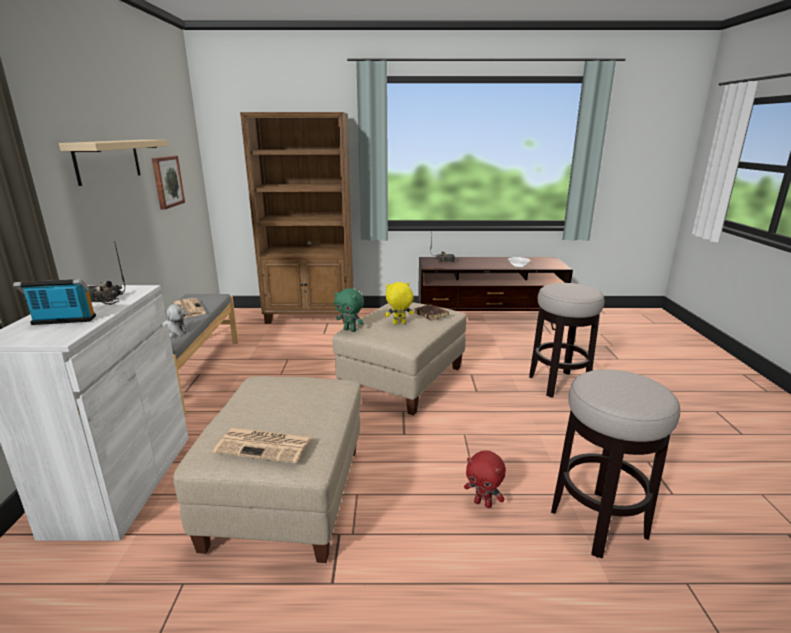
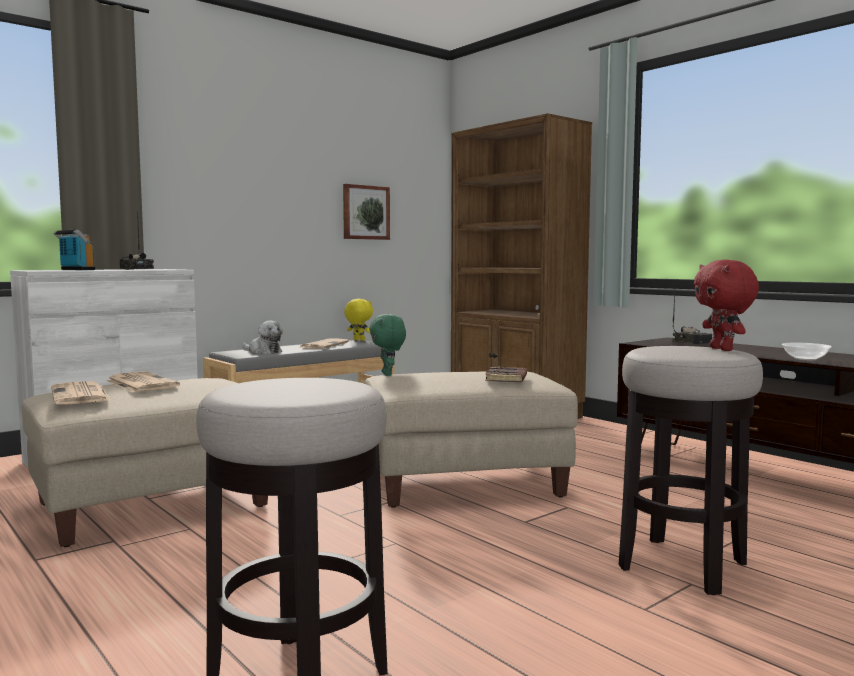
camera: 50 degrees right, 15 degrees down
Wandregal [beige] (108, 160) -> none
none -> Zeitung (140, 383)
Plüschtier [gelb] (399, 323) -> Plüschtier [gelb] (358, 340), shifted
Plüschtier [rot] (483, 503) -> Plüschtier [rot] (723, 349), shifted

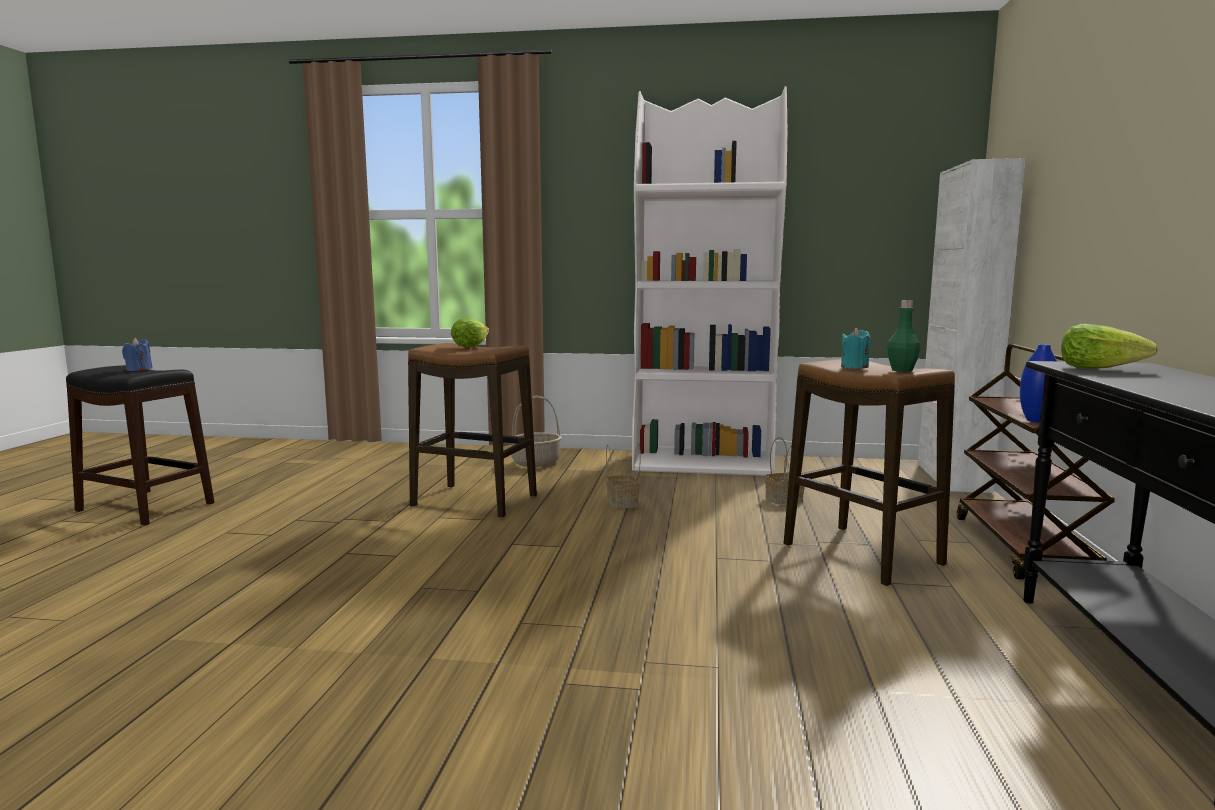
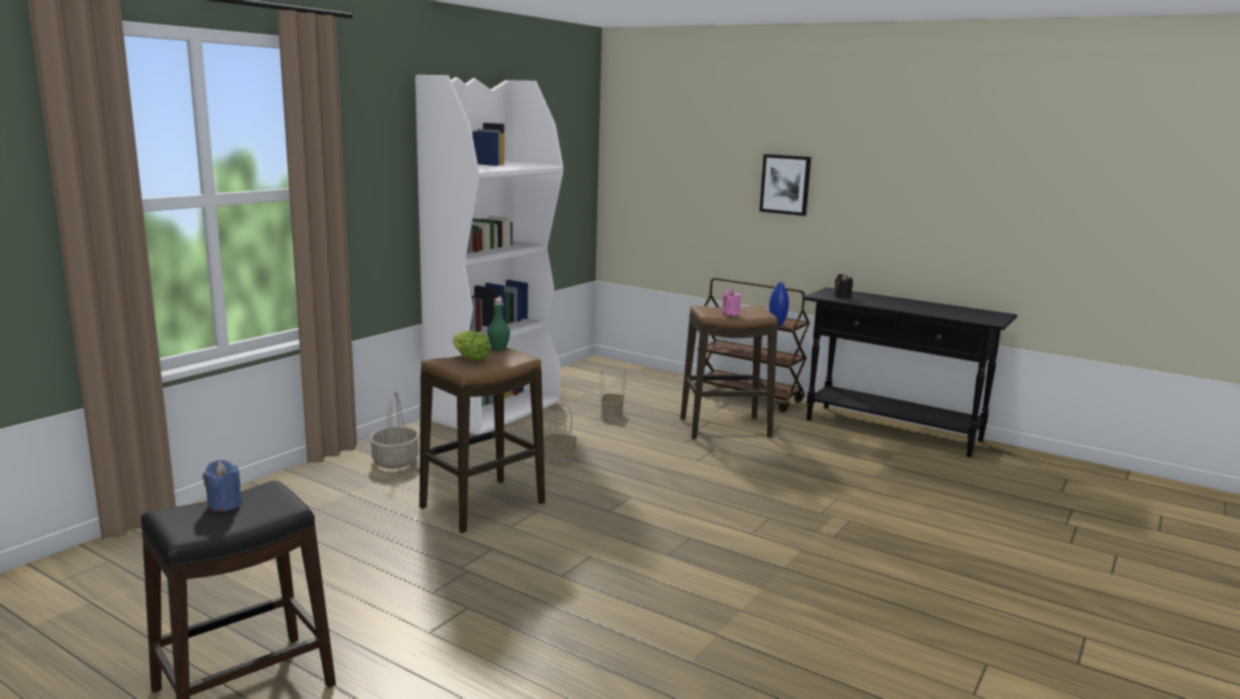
camera: 65 degrees left, 5 degrees up
Schrank [weiß] (952, 478) -> none
none -> Bild (785, 184)
Flasche [grün] (901, 370) -> Flasche [grün] (498, 348), shifted
Salatkopf (1100, 368) -> Kerze [schwarz] (842, 297)
Kerze [türkis] (854, 367) -> Kerze [rosa] (730, 314)

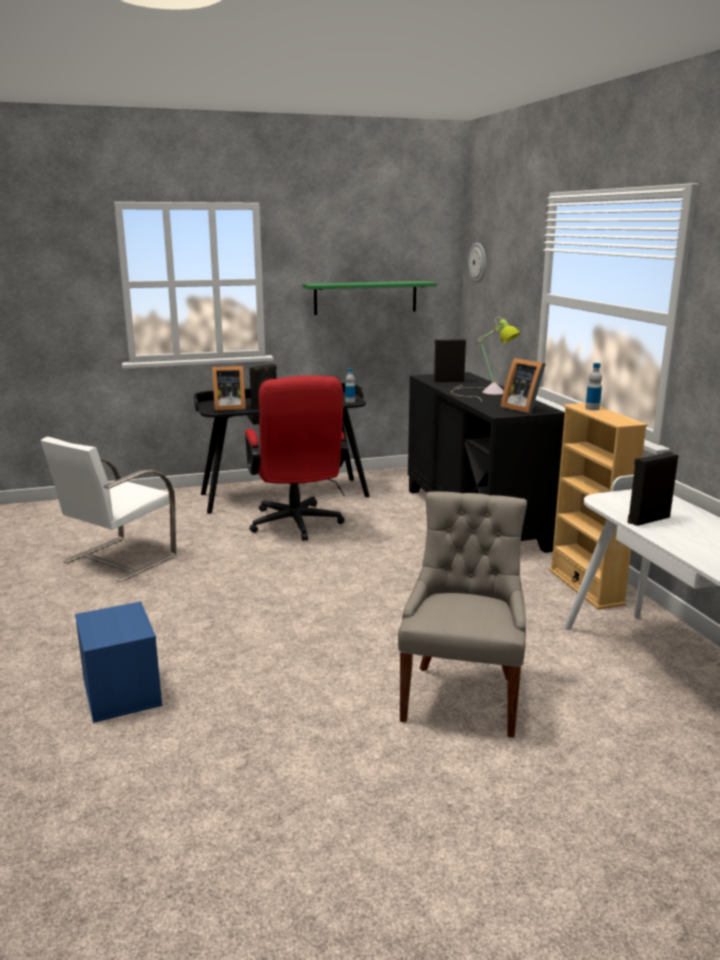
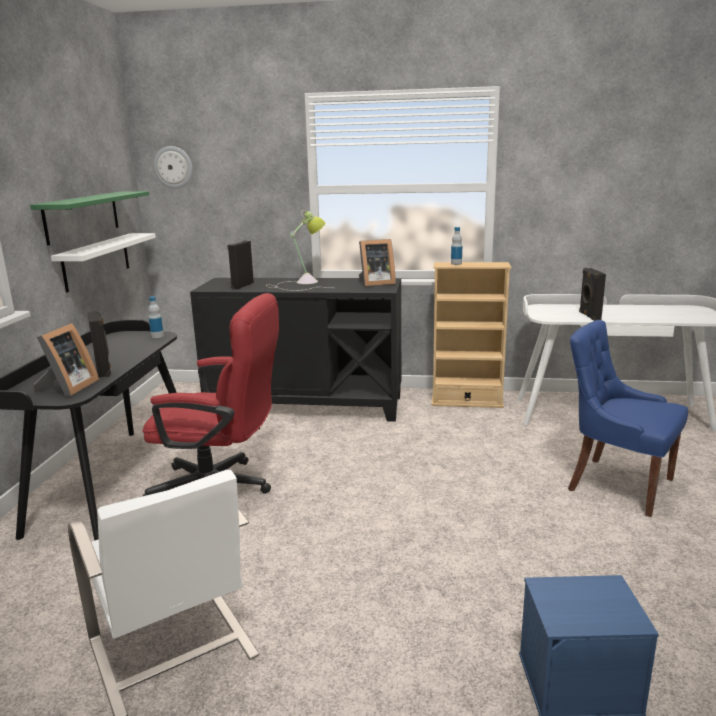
camera: 65 degrees left, 0 degrees up
none -> Wandregal [weiß] (97, 261)
Stuhl [grau] (462, 697) -> Stuhl [blau] (617, 484)

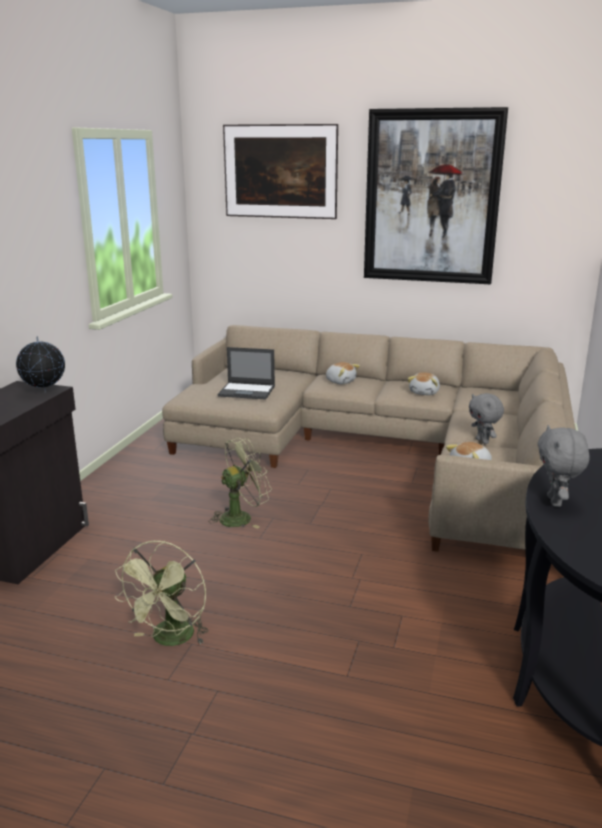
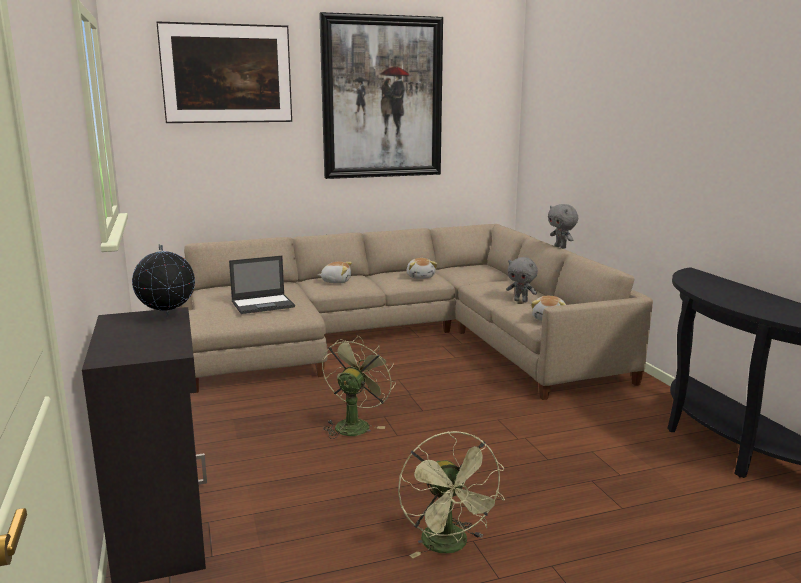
camera: 35 degrees left, 5 degrees down
Plüschtier [grau] (556, 502) -> Plüschtier [grau] (561, 247), shifted

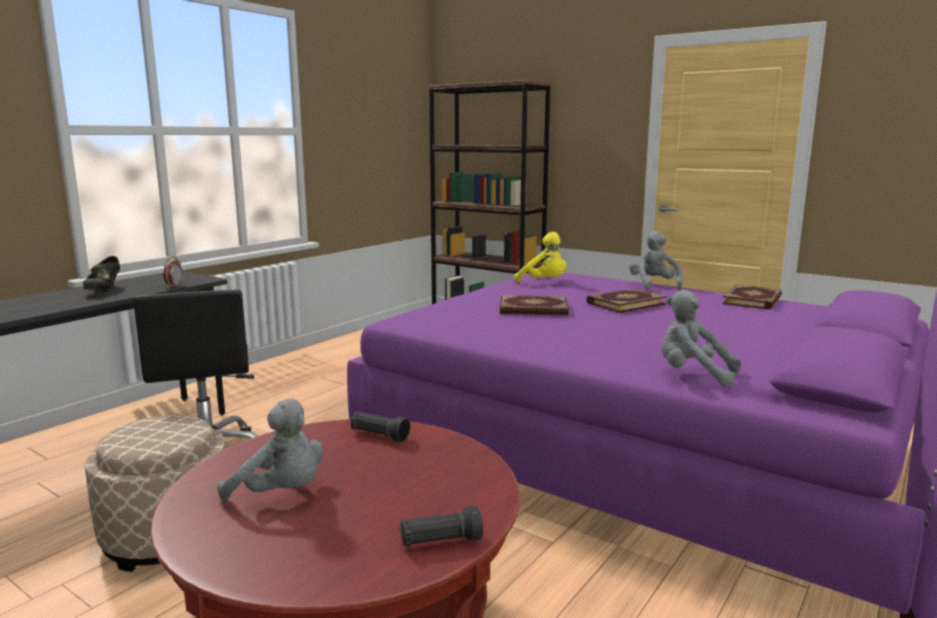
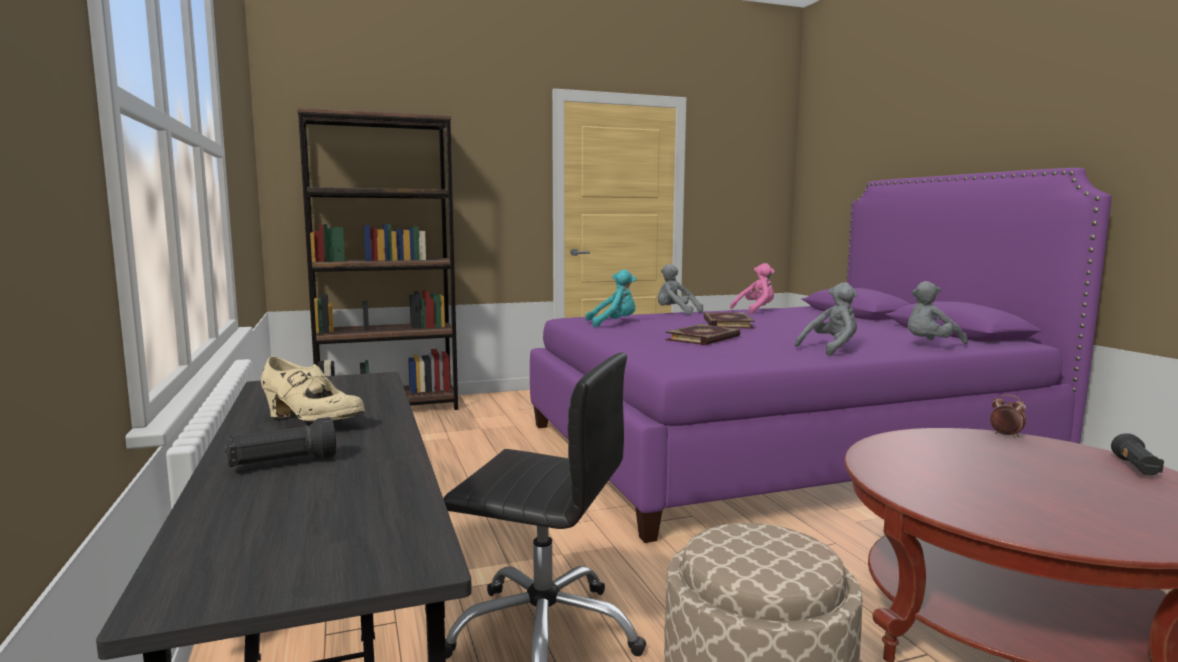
camera: 55 degrees left, 5 degrees down
Wecker (174, 286) -> Wecker (1006, 435), shifted
Plüschtier [grau] (281, 493) -> Plüschtier [grau] (831, 349), shifted
Taschenlampe [schwarz] (379, 436) -> Taschenlampe [schwarz] (282, 463), shifted
Buch (753, 300) -> Plüschtier [rosa] (756, 310)
Schuh [schwarz] (104, 291) -> Schuh [beige] (312, 422)
Plüschtier [gelb] (544, 283) -> Plüschtier [türkis] (614, 324)

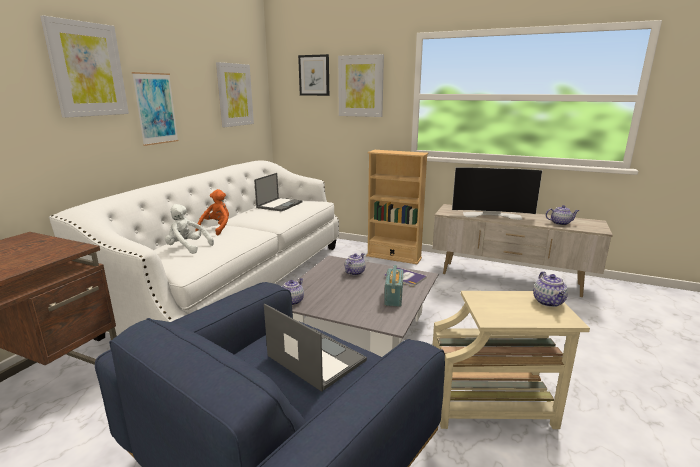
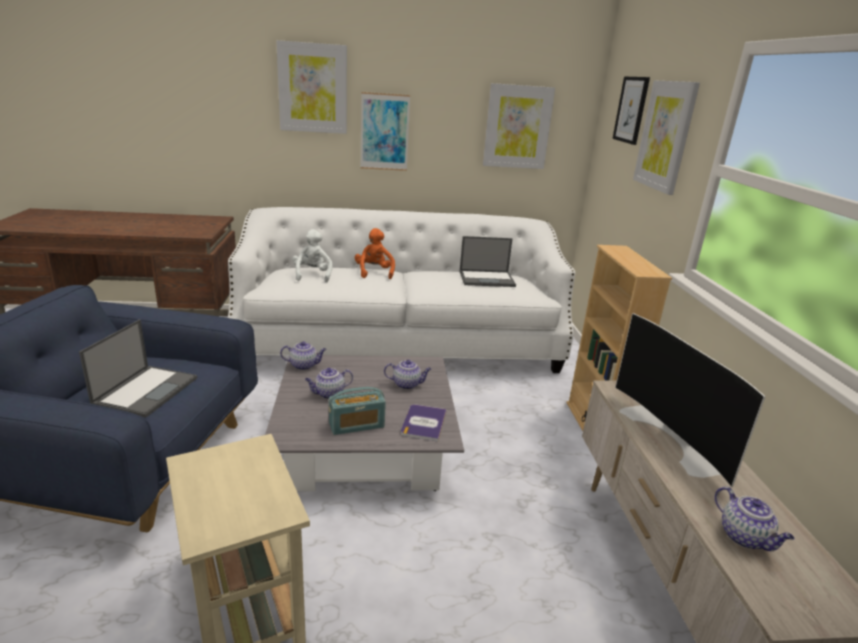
camera: 60 degrees right, 5 degrees up
Teekanne (549, 302) -> Teekanne (329, 394), shifted
Plüschtier [orange] (217, 229) -> Plüschtier [orange] (374, 272), 90 degrees counterclockwise

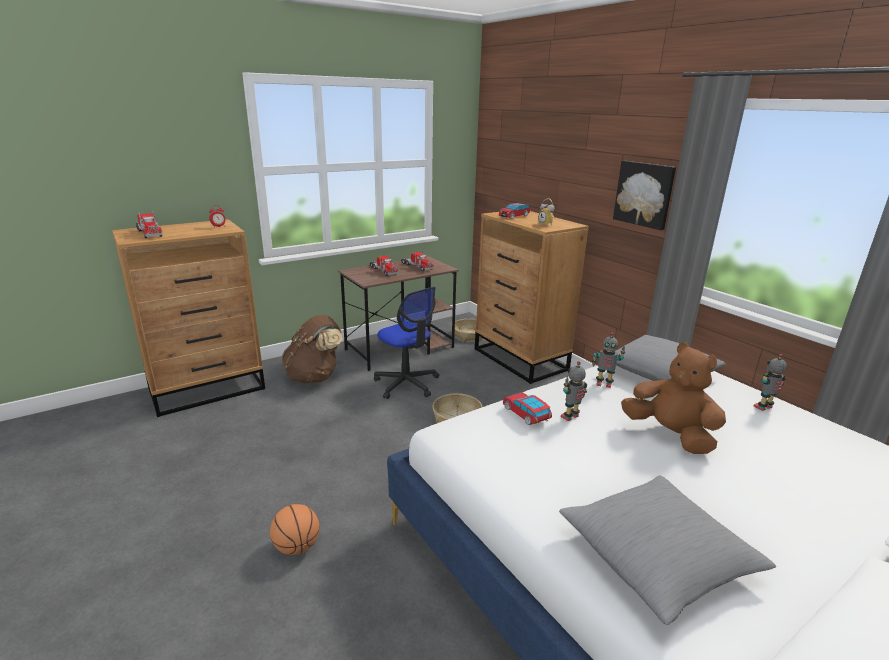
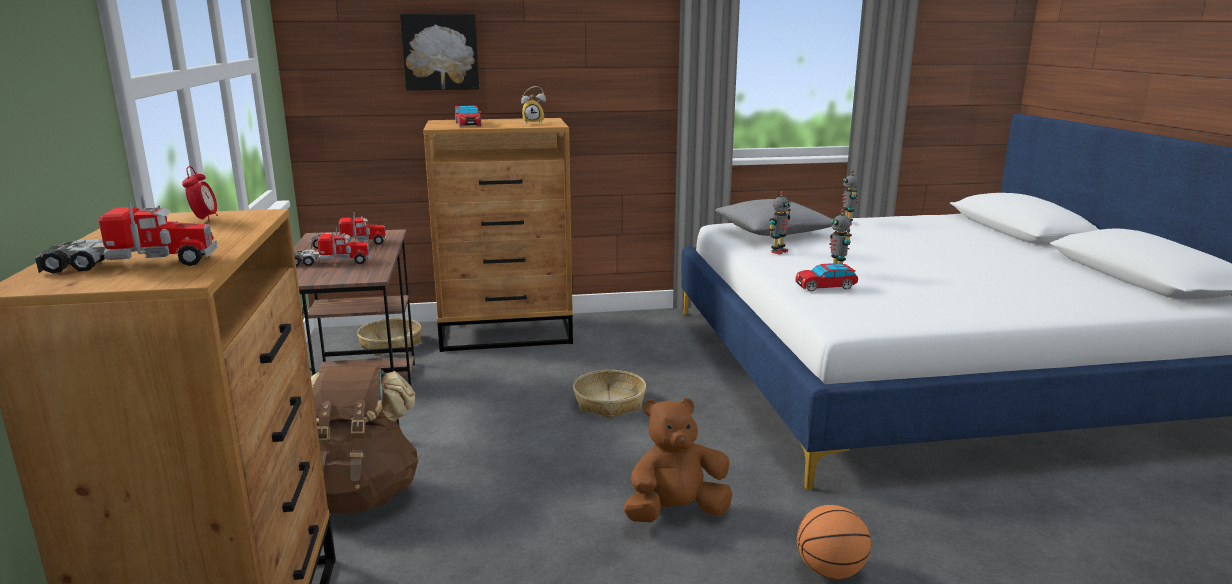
camera: 65 degrees left, 5 degrees down
Bürostuhl (407, 384) -> none
Kissen [grau] (657, 556) -> none
Bild (644, 194) -> Bild (440, 52), shifted
Plüschtier [braun] (670, 435) -> Plüschtier [braun] (676, 512), shifted

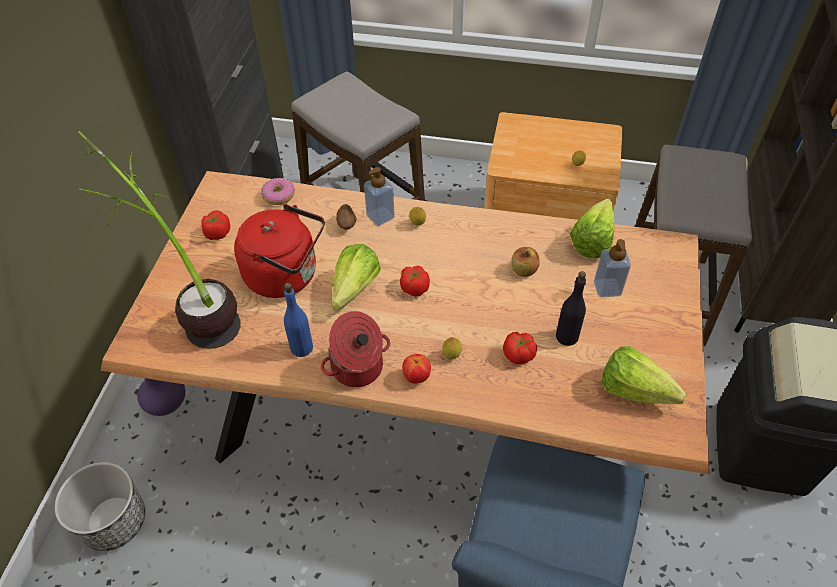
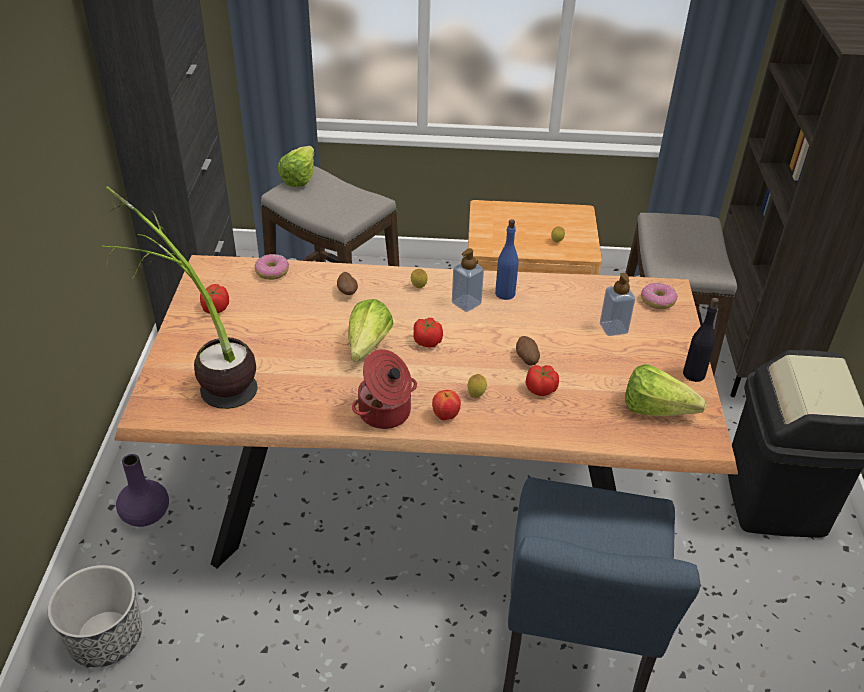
camera: 10 degrees left, 10 degrees down
Wasserkessel [rot] (286, 275) -> none
Apfel (524, 270) -> none
none -> Kartoffel (526, 359)
none -> Donut (658, 301)
Flasche [blau] (301, 347) -> Flasche [blau] (505, 293), shifted
Seifenspender (380, 216) -> Seifenspender (466, 303), shifted
Flasche [schwarz] (567, 336) -> Flasche [schwarz] (694, 374), shifted
Salatkopf (595, 238) -> Salatkopf (302, 176), shifted

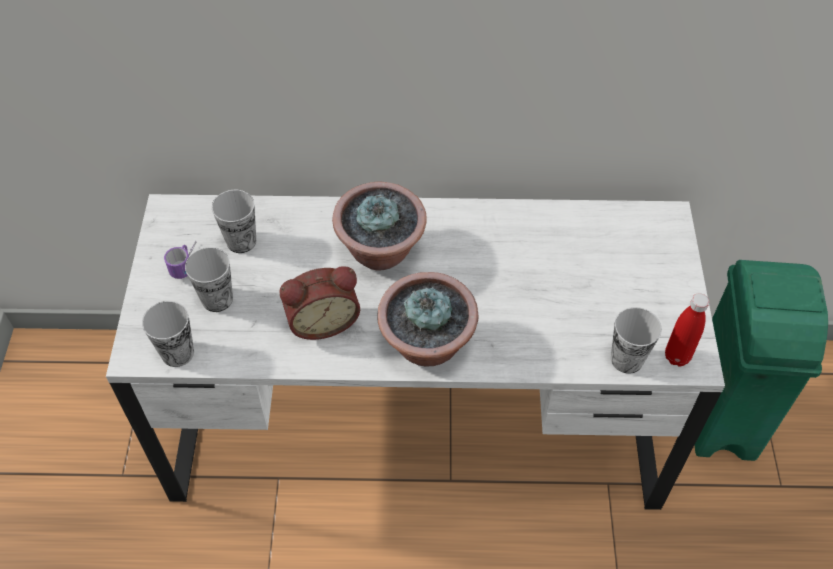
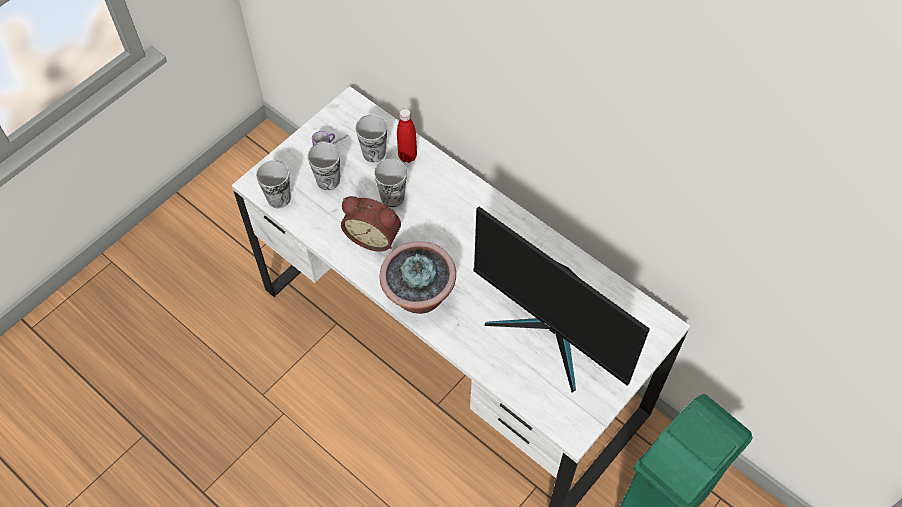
camera: 40 degrees right, 5 degrees up
Topfpflanze (381, 252) -> none
none -> Monitor (550, 334)
Tasse (626, 359) -> Tasse (392, 197), shifted
Flasche [rot] (677, 357) -> Flasche [rot] (407, 156), shifted

